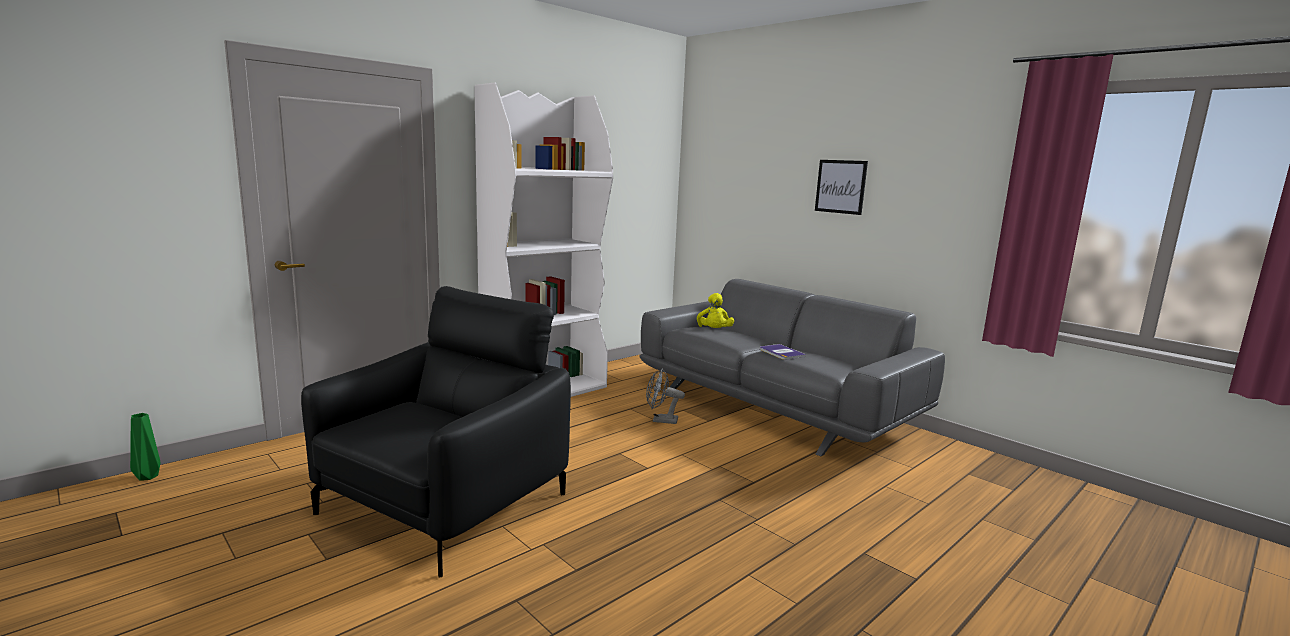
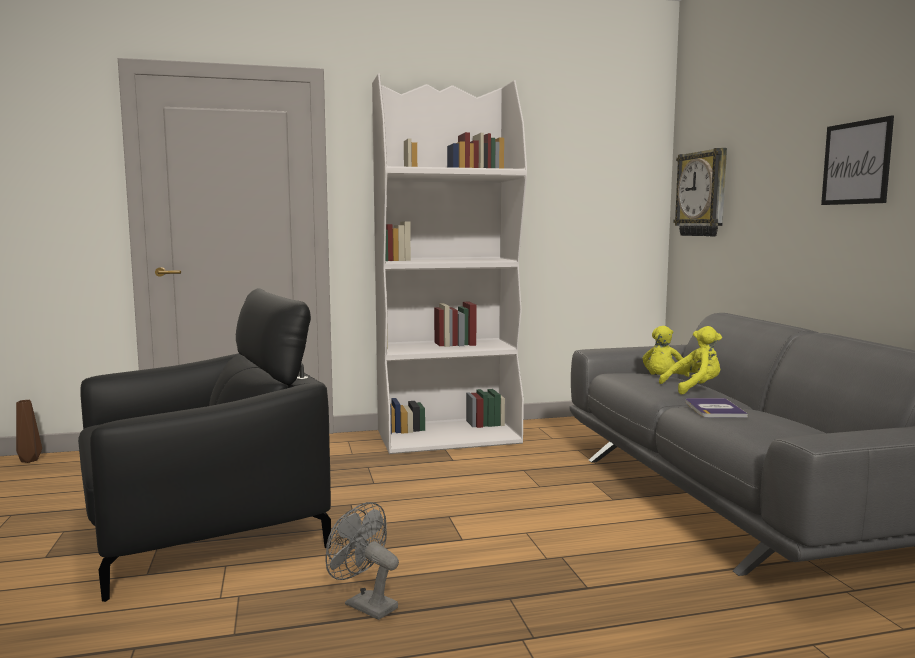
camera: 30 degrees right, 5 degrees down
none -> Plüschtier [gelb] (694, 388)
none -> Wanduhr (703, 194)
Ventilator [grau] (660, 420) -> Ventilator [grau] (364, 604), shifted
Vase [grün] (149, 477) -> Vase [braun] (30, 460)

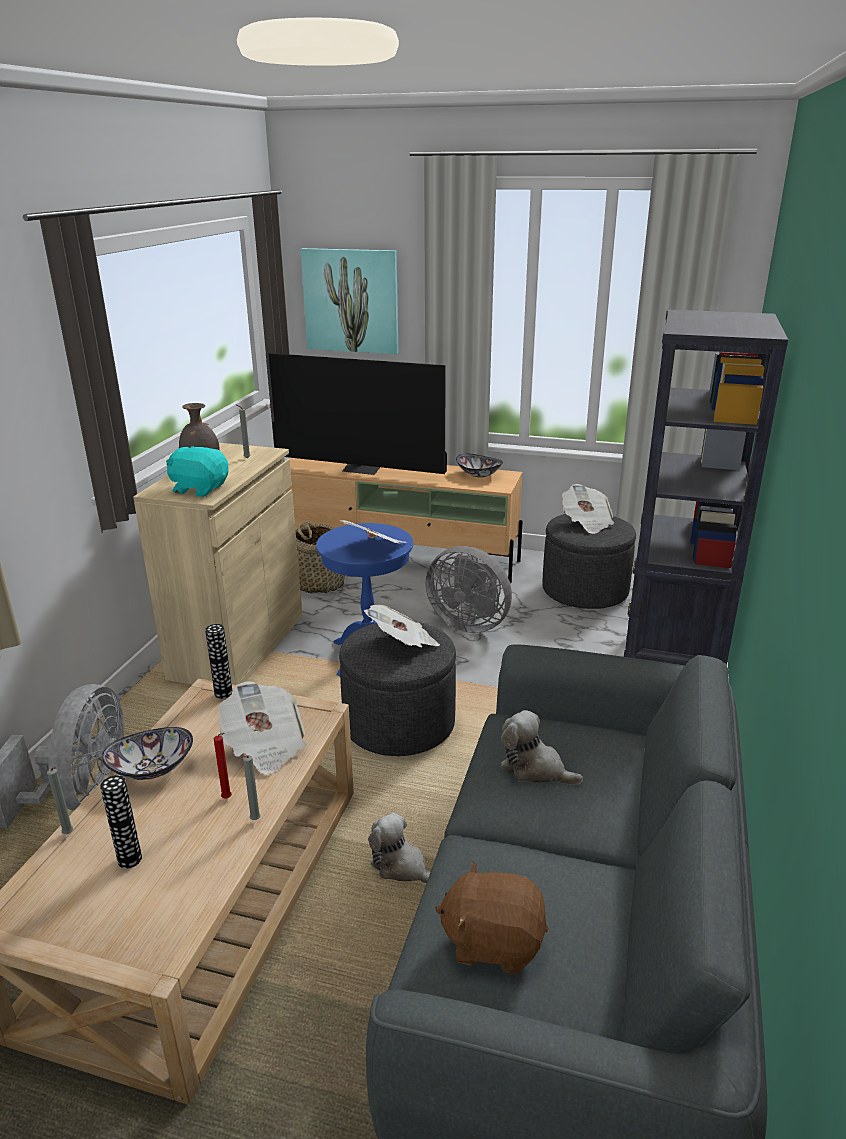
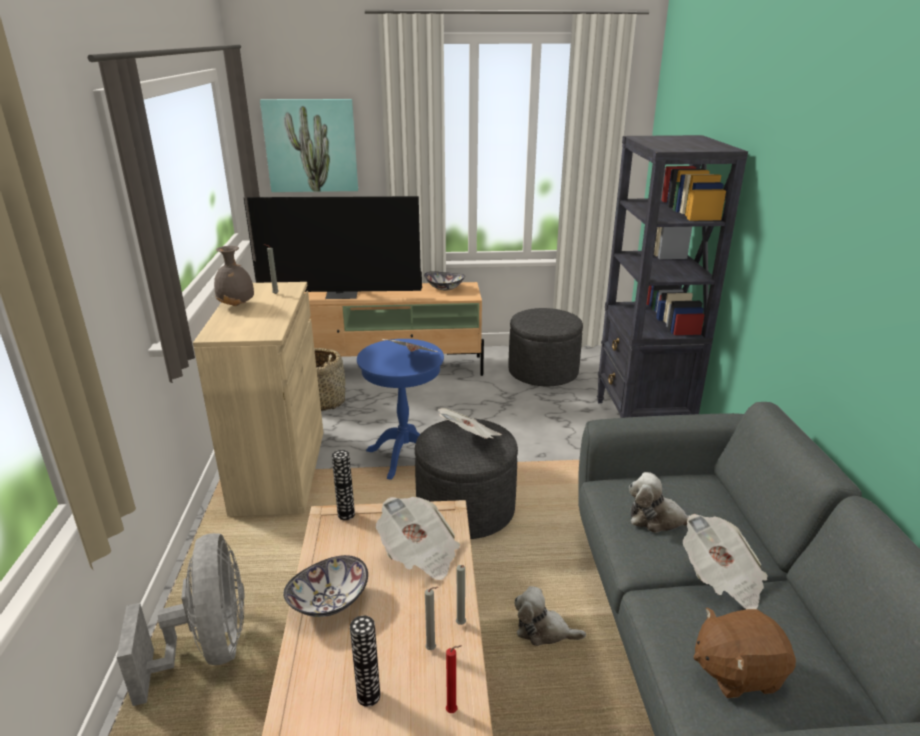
camera: 20 degrees left, 0 degrees up
Plüschtier [türkis] (199, 489) -> none
Ventilator [grau] (469, 623) -> none
Kerze [grau] (69, 834) -> Kerze [grau] (432, 649), shifted
Kerze [rot] (228, 799) -> Kerze [rot] (453, 711), shifted
Zeitung (586, 522) -> Zeitung (721, 579), shifted

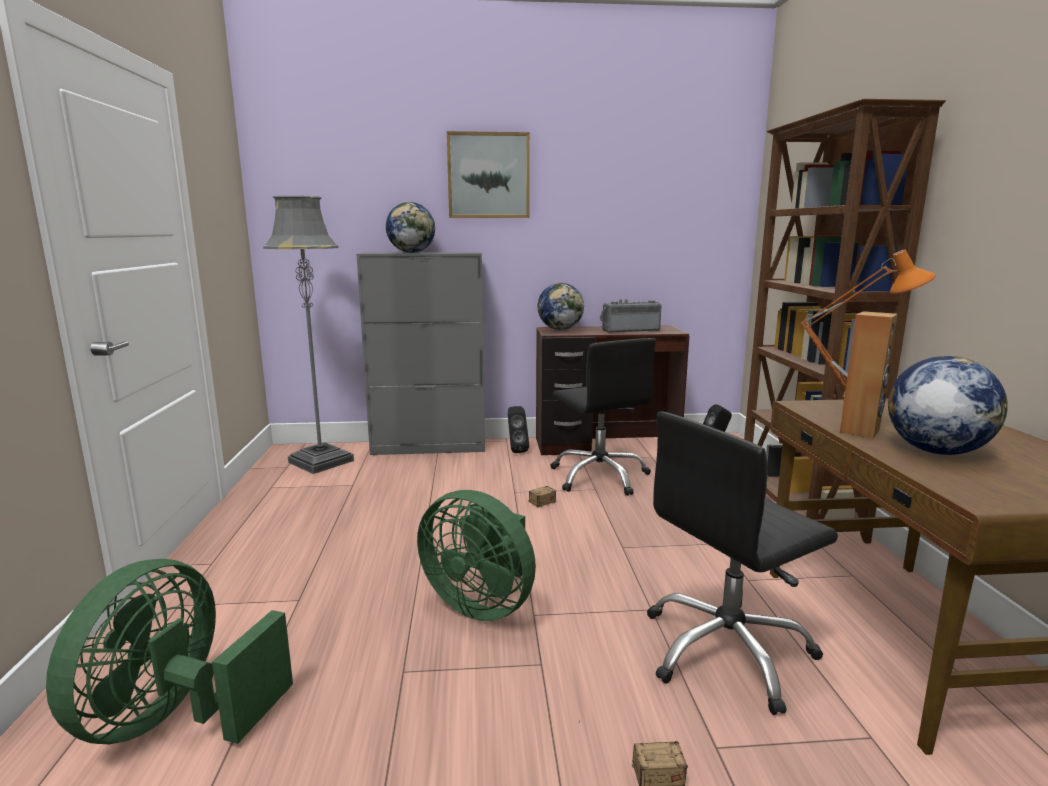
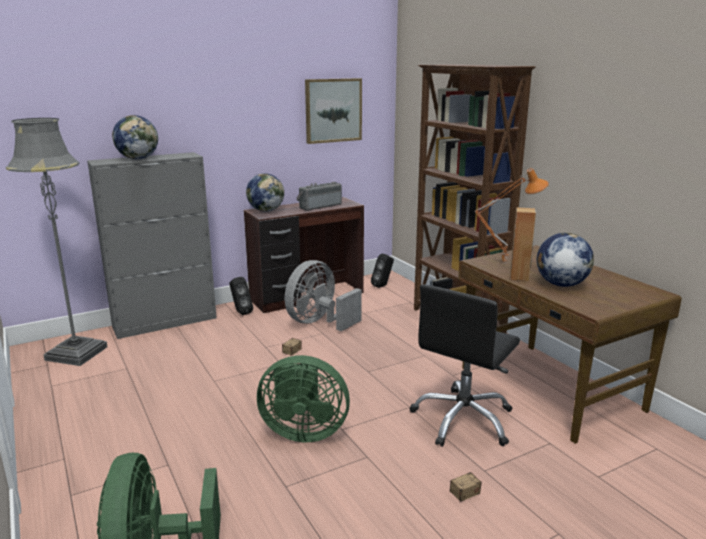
camera: 25 degrees left, 5 degrees up
Bild (488, 176) -> Bild (333, 110), shifted
Bürostuhl [schwarz] (600, 476) -> Ventilator [grau] (319, 322)

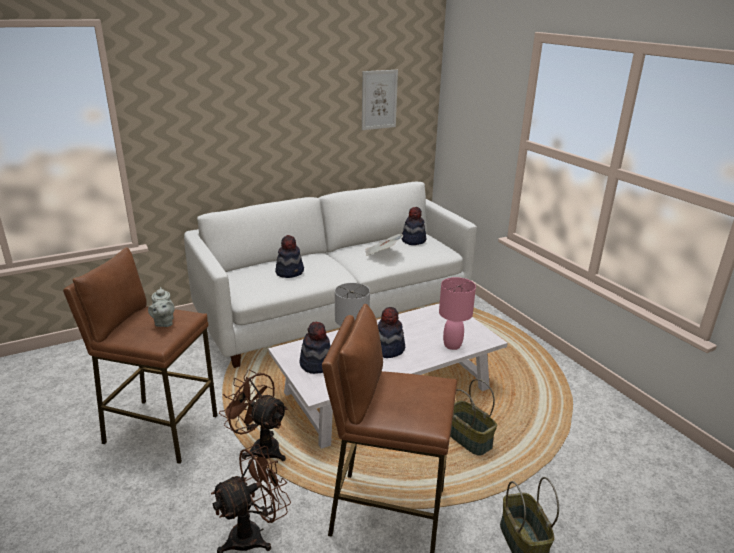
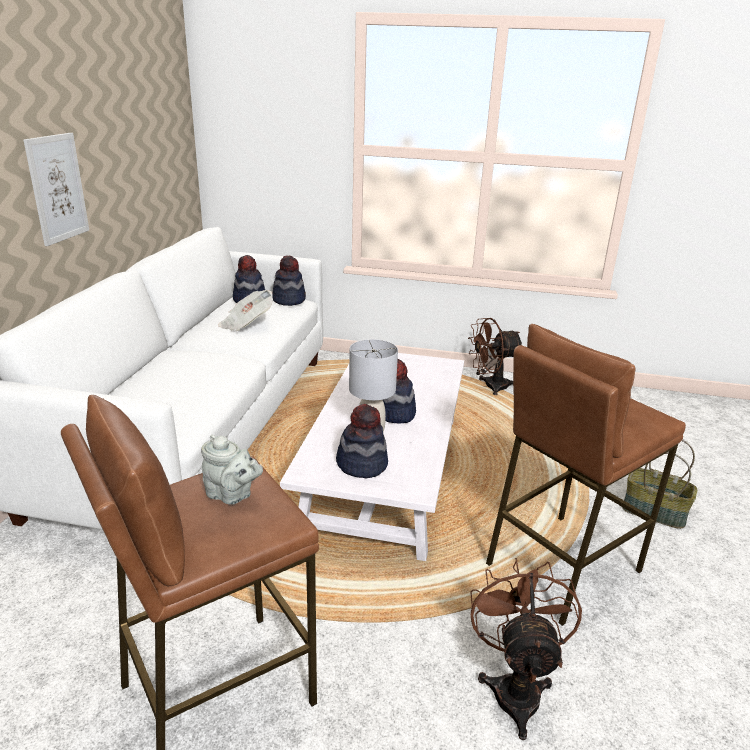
camera: 50 degrees left, 0 degrees up
Tischlampe [rosa] (452, 345) -> none
Korb (469, 439) -> none
Ventilator [braun] (260, 447) -> Ventilator [braun] (490, 386), shifted
Hut (290, 272) -> Hut (289, 300), shifted
Bild (379, 100) -> Bild (57, 188), shifted

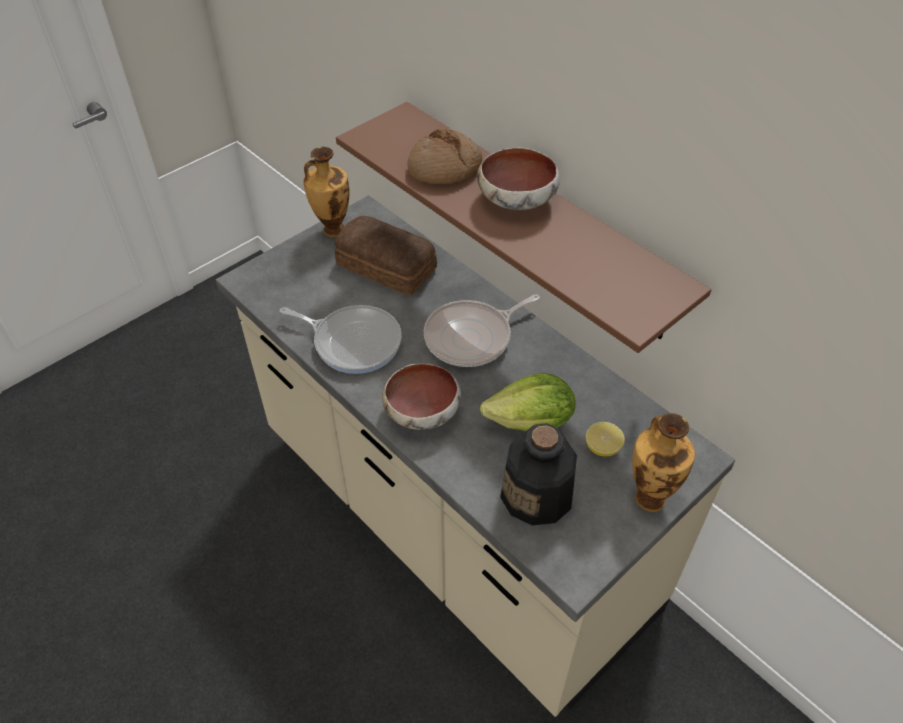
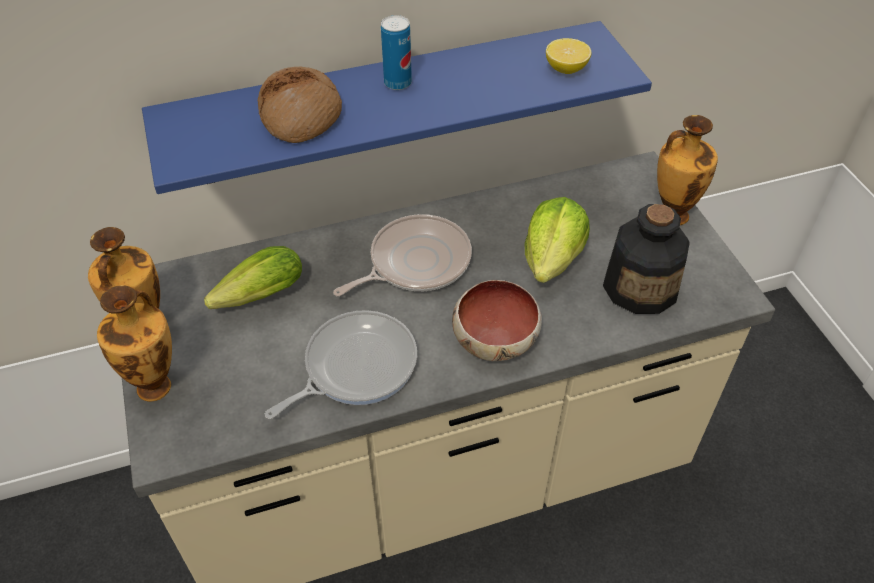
camera: 65 degrees left, 0 degrees up
none -> Vase (156, 386)
Zitrone (602, 448) -> Zitrone (566, 69), shifted
Brot (386, 268) -> Salatkopf (256, 298)
Schüssel (518, 199) -> Dose (397, 83)
Wandregal [braun] (538, 219) -> Wandregal [blau] (386, 104)
Pfanne (472, 337) -> Pfanne (415, 262), 120 degrees counterclockwise

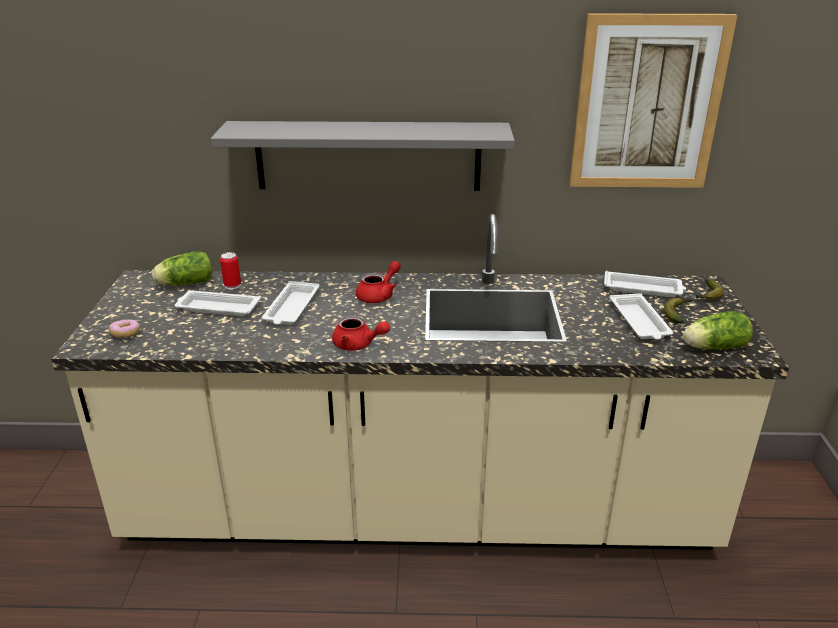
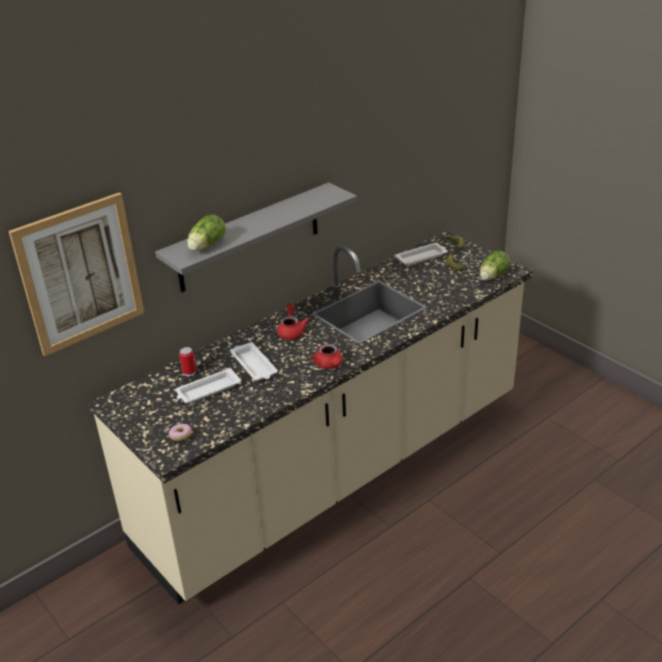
camera: 40 degrees left, 5 degrees up
Tablett [weiß] (639, 322) -> none
Salatkopf (184, 284) -> Salatkopf (205, 246), shifted
Bild (647, 104) -> Bild (80, 274), shifted
Teekanne [rot] (358, 345) -> Teekanne [rot] (329, 365), 90 degrees clockwise

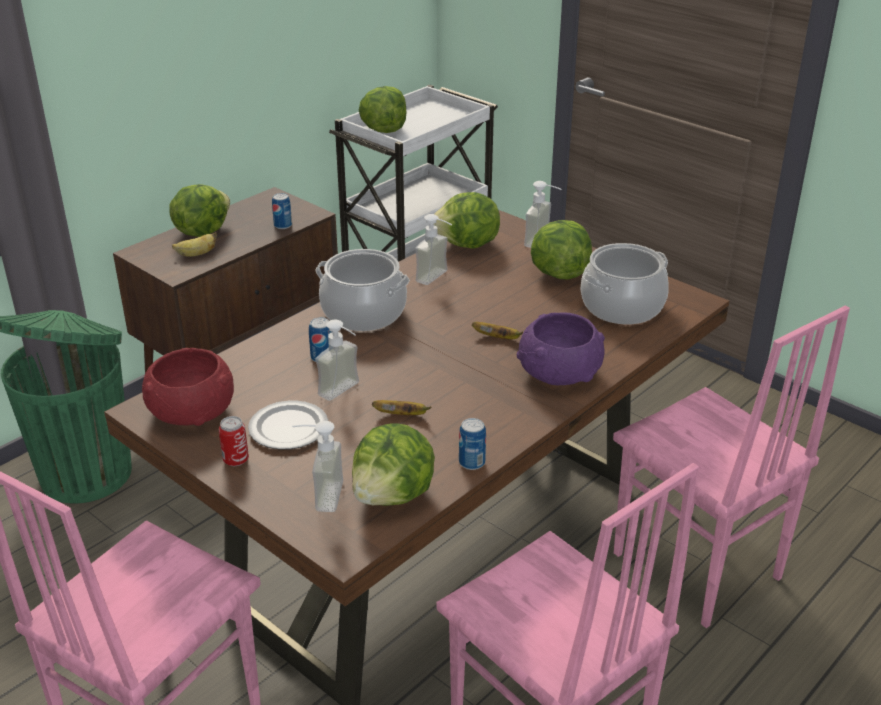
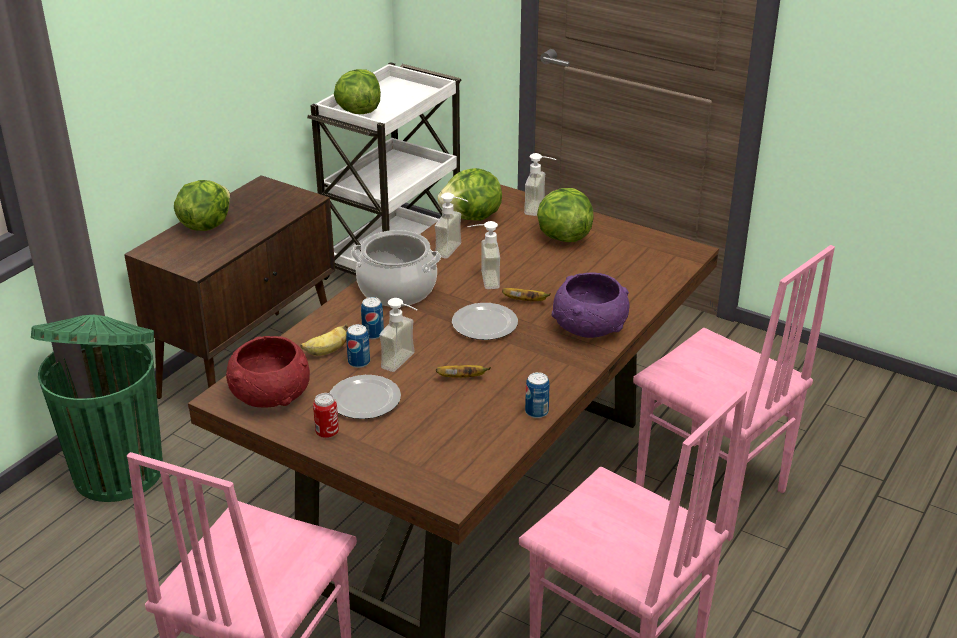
camera: 10 degrees left, 0 degrees up
Salatkopf (394, 496) -> none
Kochtopf (622, 307) -> none
none -> Teller (485, 325)
Banane (196, 254) -> Banane (327, 351), shifted
Dose (283, 225) -> Dose (359, 362), shifted
Seifenspender (319, 495) -> Seifenspender (482, 280), shifted

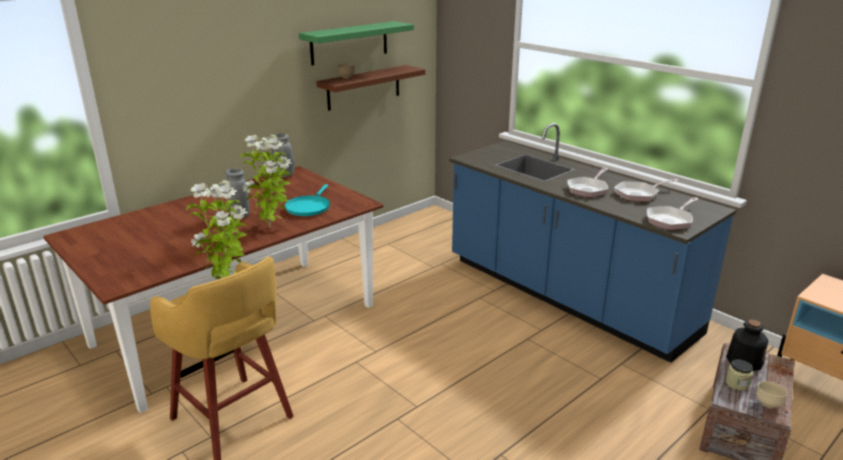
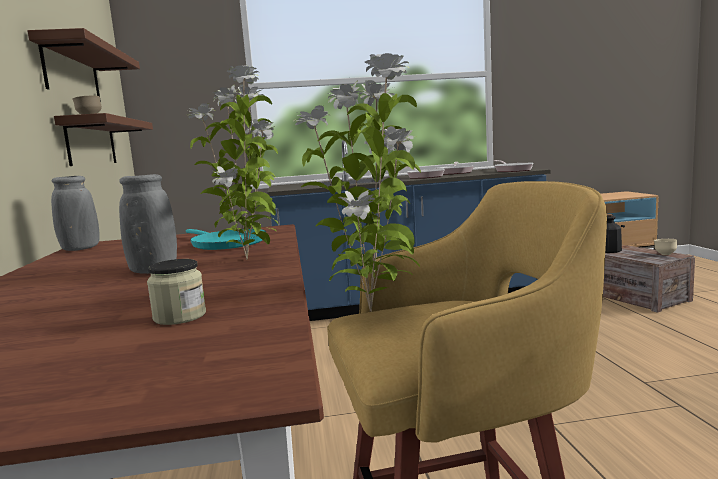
camera: 55 degrees left, 15 degrees down
Vorratsglas (737, 384) -> Vorratsglas (180, 316), shifted
Wandregal [grün] (349, 43) -> Wandregal [braun] (72, 73)

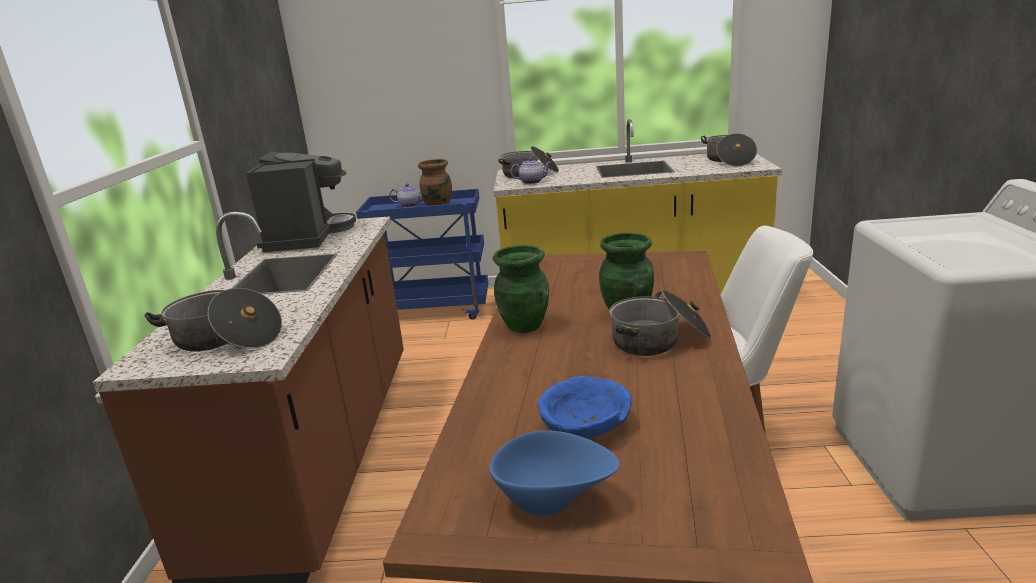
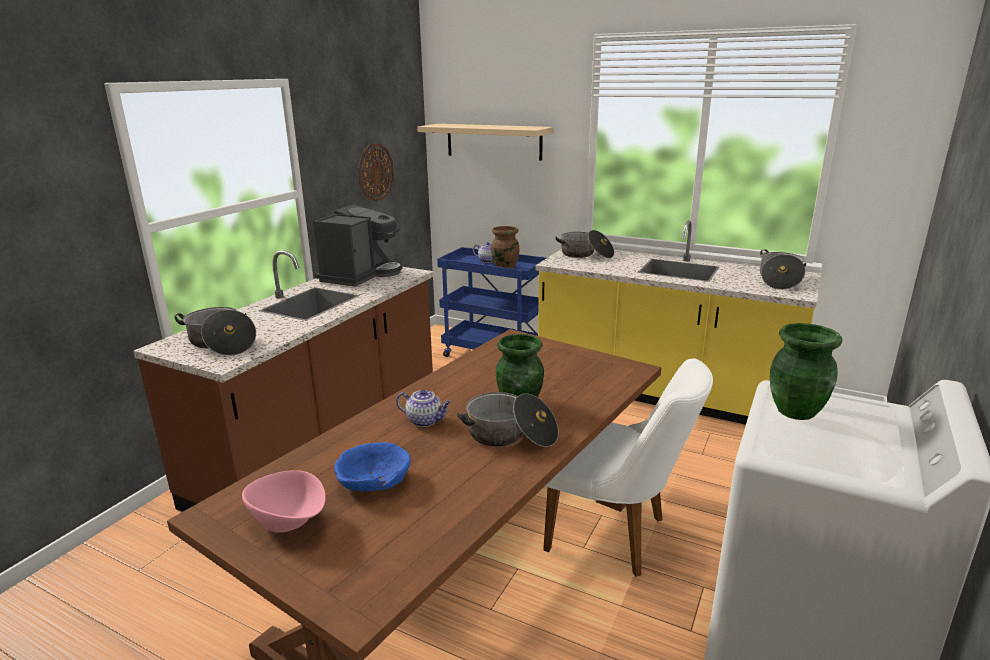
camera: 25 degrees right, 0 degrees up
none -> Wanduhr (375, 172)
none -> Wandregal [beige] (493, 141)
Vase [grün] (524, 326) -> Vase [grün] (796, 411), shifted
Teekanne (532, 182) -> Teekanne (425, 421), shifted
Schüssel [blau] (554, 500) -> Schüssel [rosa] (291, 524)

